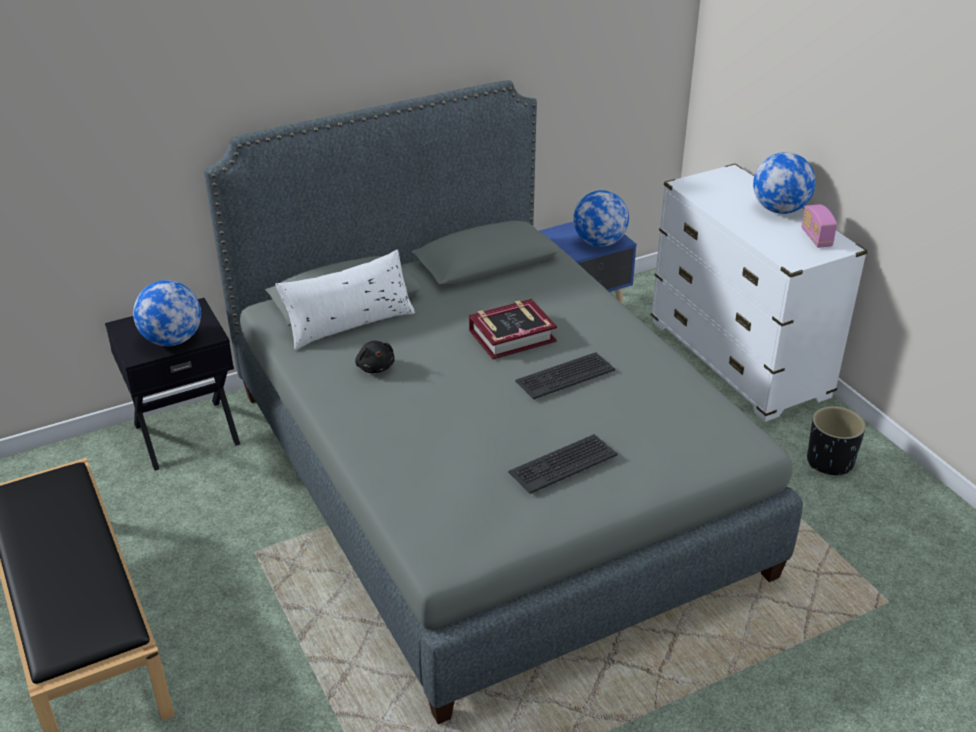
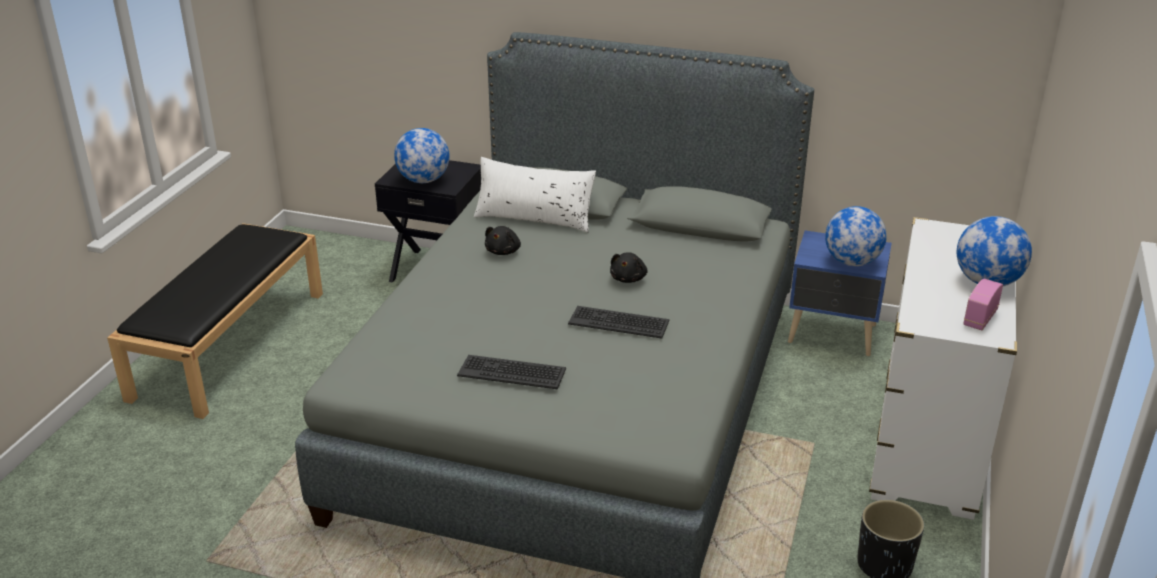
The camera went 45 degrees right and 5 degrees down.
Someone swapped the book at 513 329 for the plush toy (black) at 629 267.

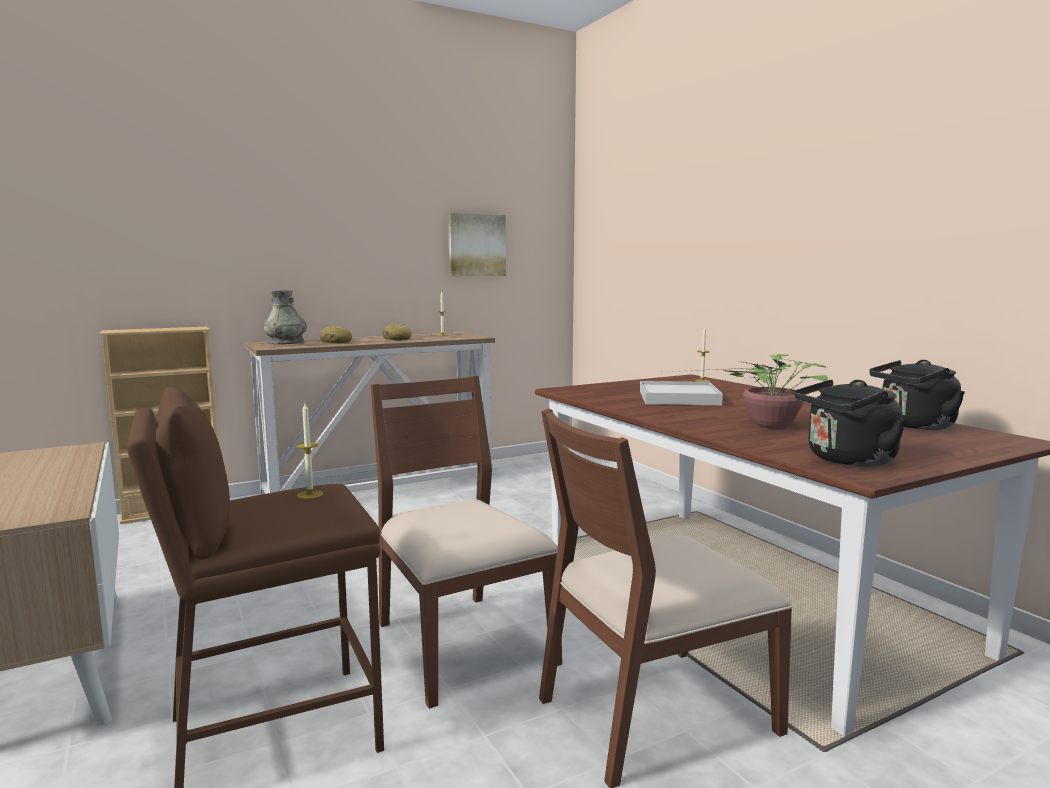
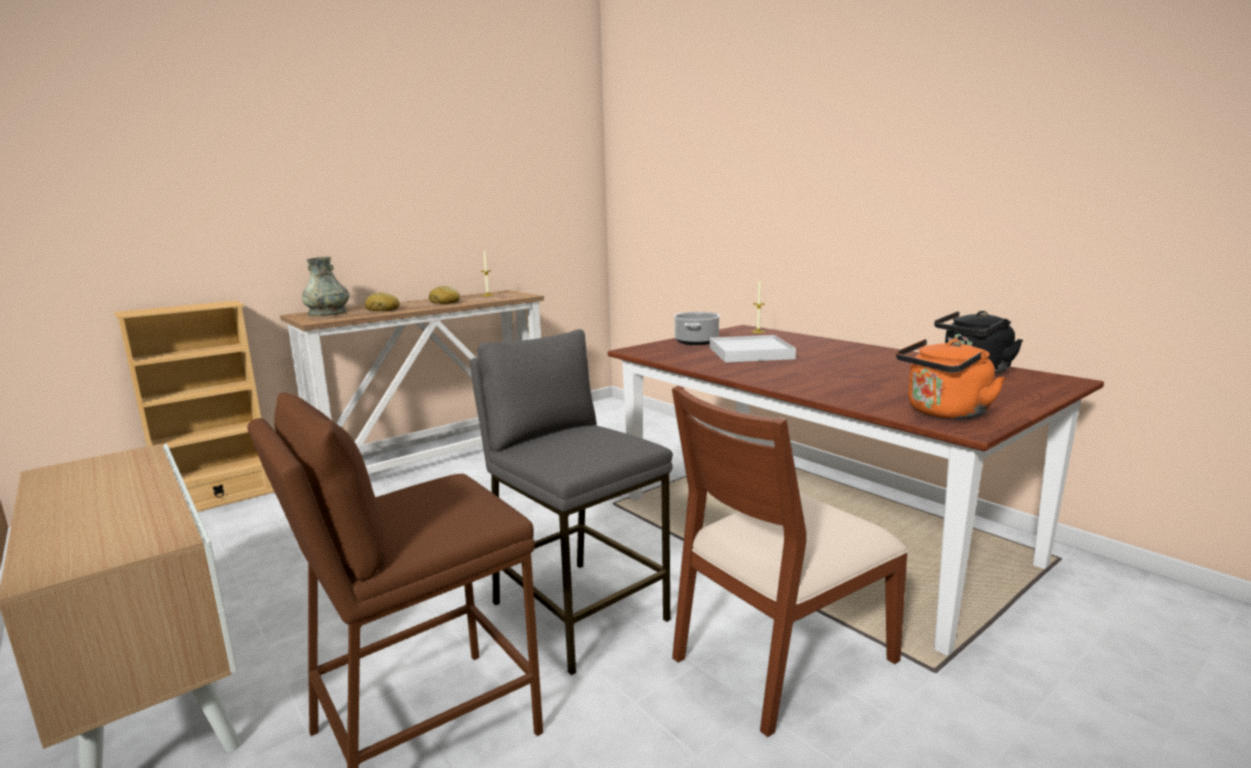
The camera went 10 degrees left and 5 degrees up.
Someone took away the candle at 309 451.
Someone took away the picture at 477 244.
Someone took away the potted plant at 749 391.
Someone put down the cooking pot at 697 328.
Someone swapped the chair (brown) at 466 542 for the stool (grey) at 571 502.
Someone repainted the kettle (black) at 850 423, which became the kettle (orange) at 950 379.

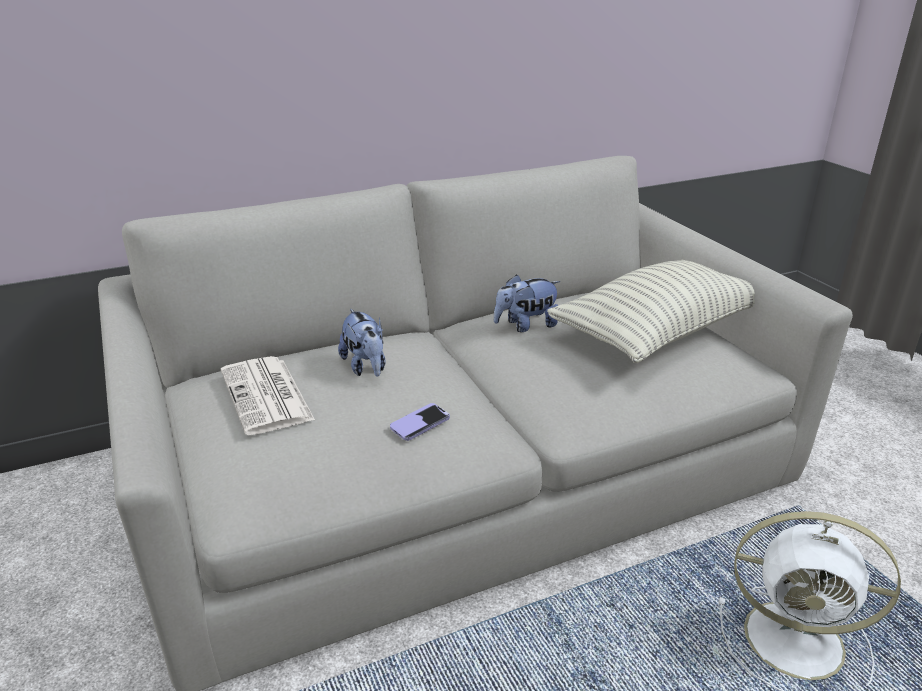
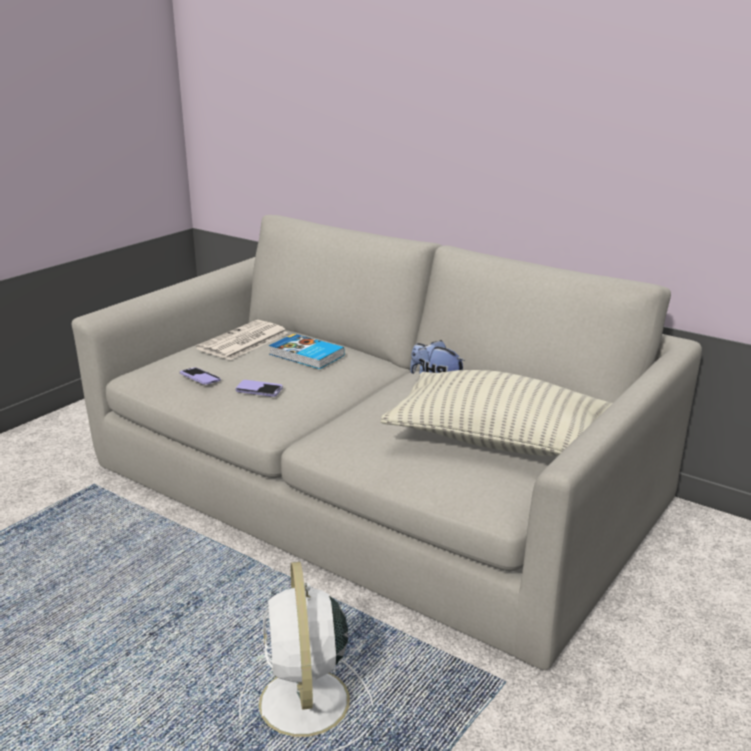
The camera went 60 degrees right and 5 degrees down.
Someone put down the phone at 200 376.
Someone swapped the plush toy at 361 343 for the book at 307 351.

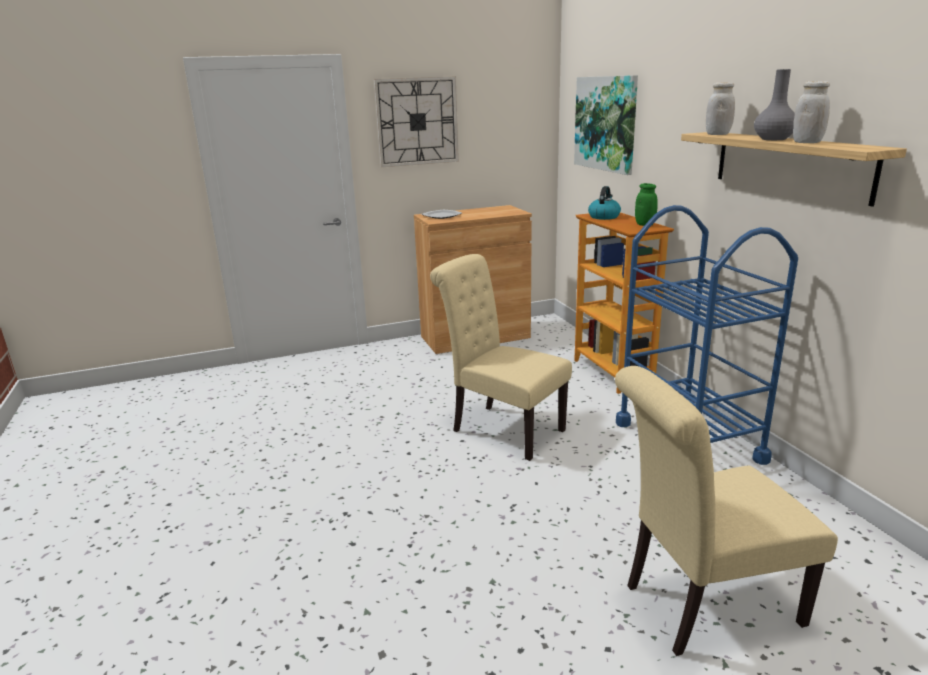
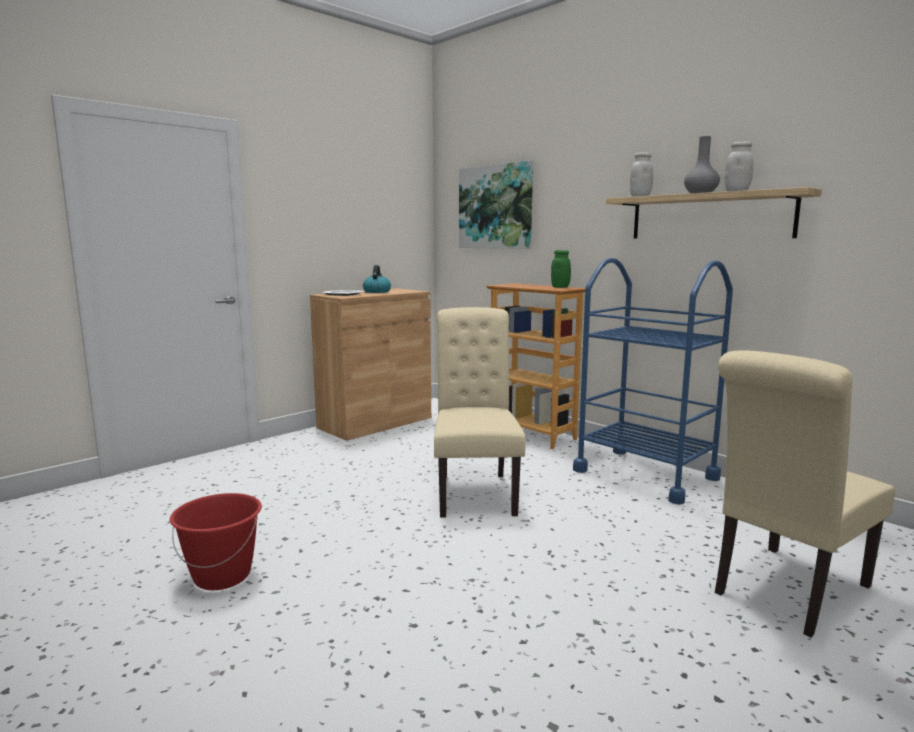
The camera went 25 degrees left and 10 degrees down.
Someone took away the wall clock at 416 122.
Someone put down the bucket (red) at 216 541.
Someone carried the kettle from 604 203 to 377 279.
Someone rotated the chair (beige) at 501 357 by 75 degrees clockwise.

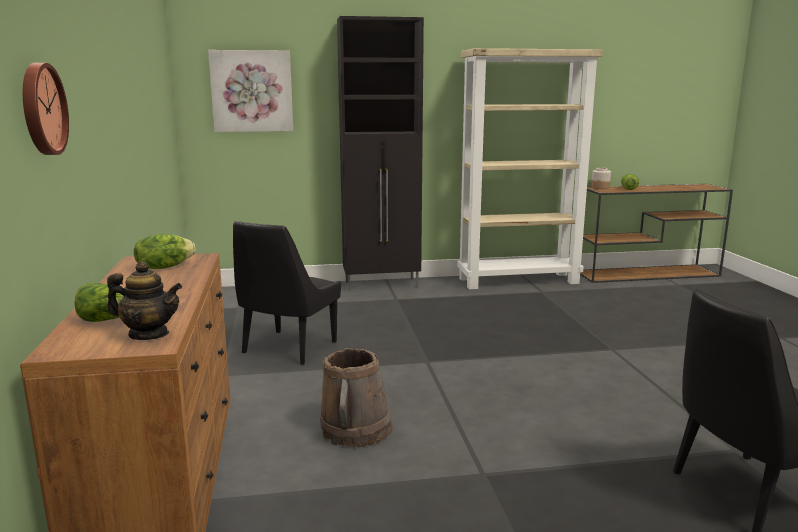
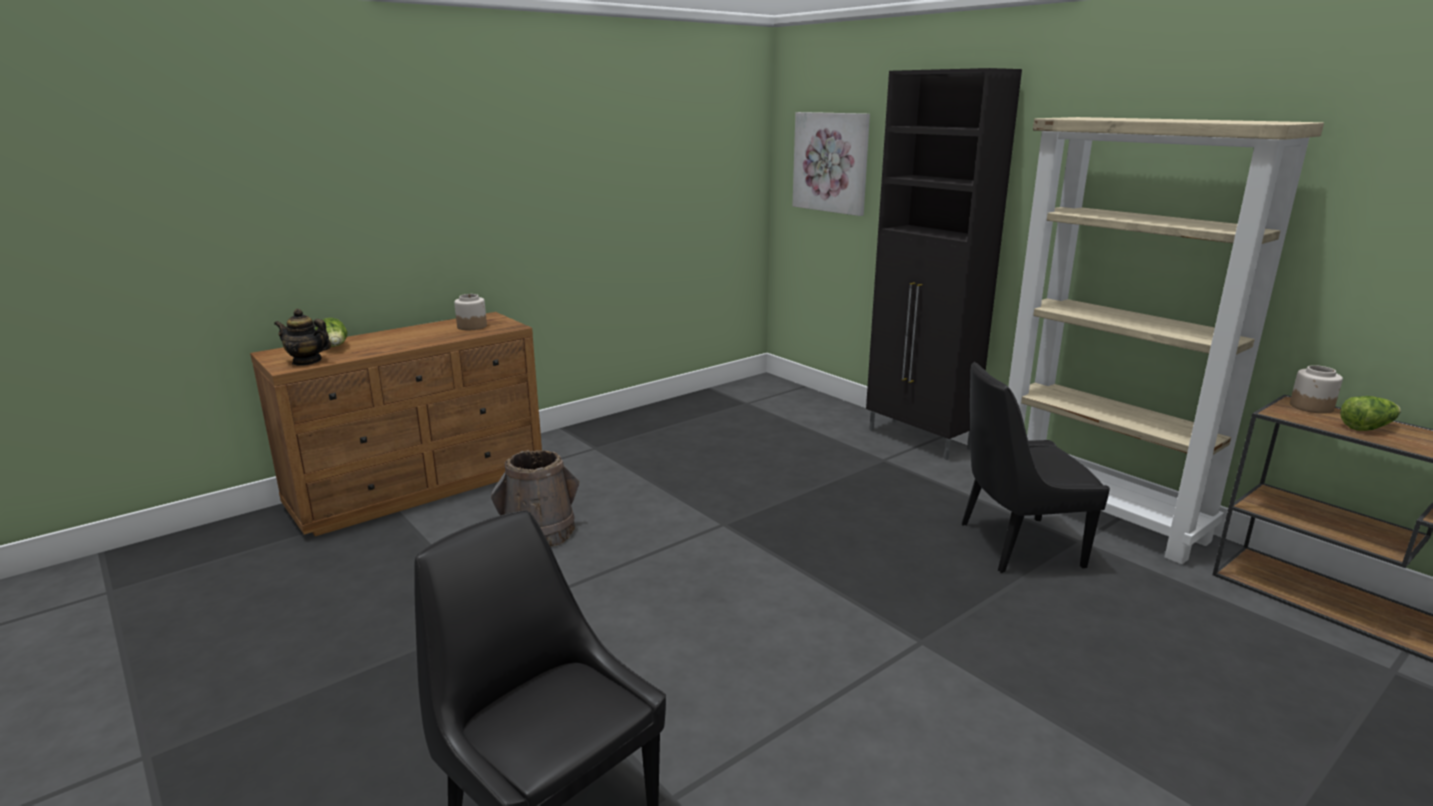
The camera went 60 degrees right and 5 degrees up.
Someone took away the wall clock at 46 109.
Someone carried the chair (black) from 287 293 to 1036 467.
Someone swapped the lettuce at 165 251 for the jar at 470 312.
Someone rotated the teapot at 144 300 by 120 degrees clockwise.

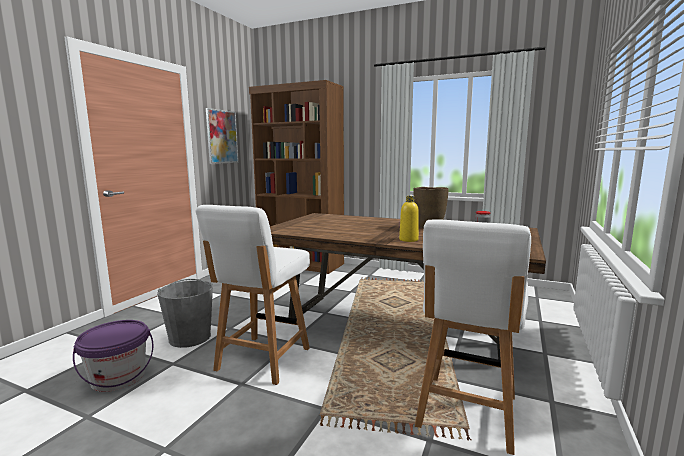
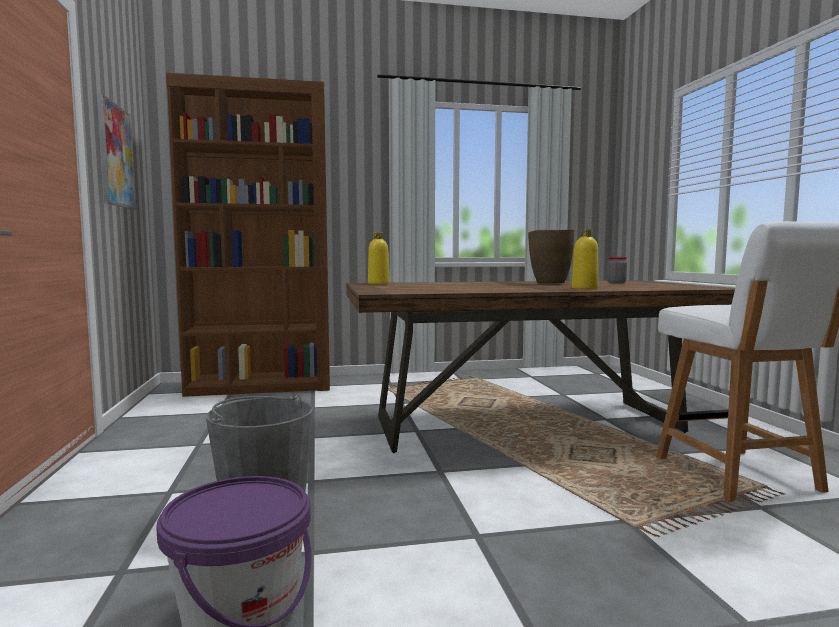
The camera went 35 degrees left and 5 degrees down.
Someone took away the chair (white) at 252 295.
Someone put down the bottle (yellow) at 379 258.

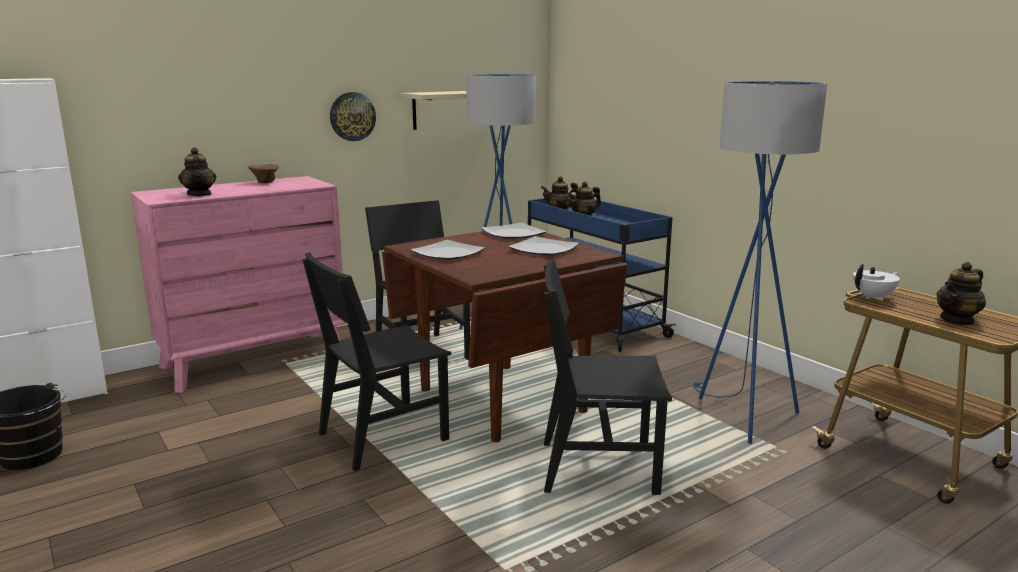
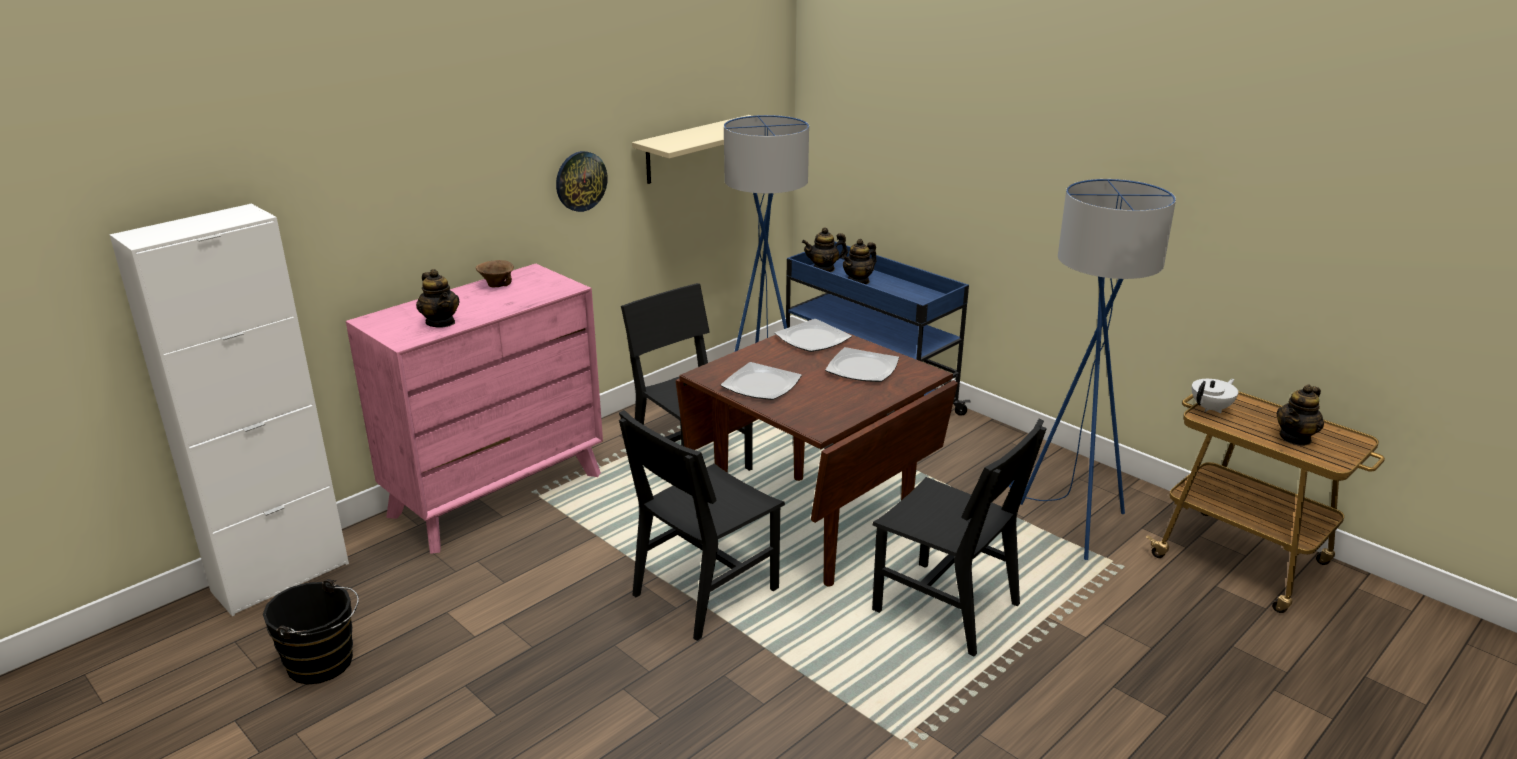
The camera went 10 degrees left and 10 degrees up.
Someone rotated the chair (black) at 608 377 by 135 degrees counterclockwise.

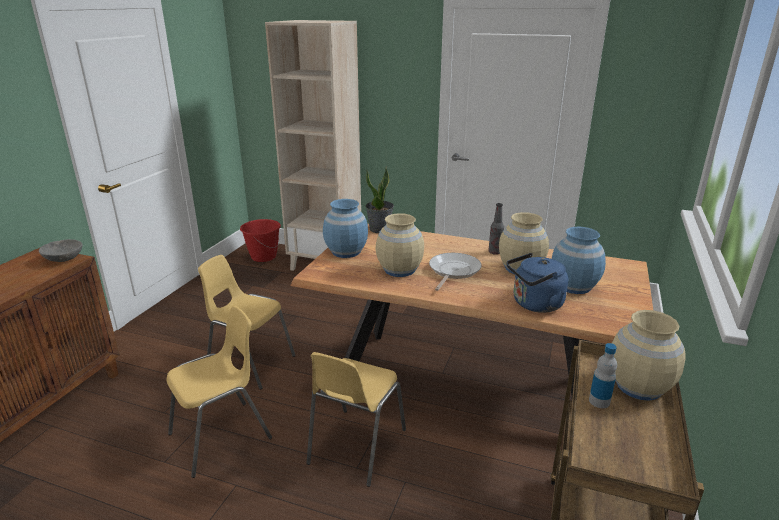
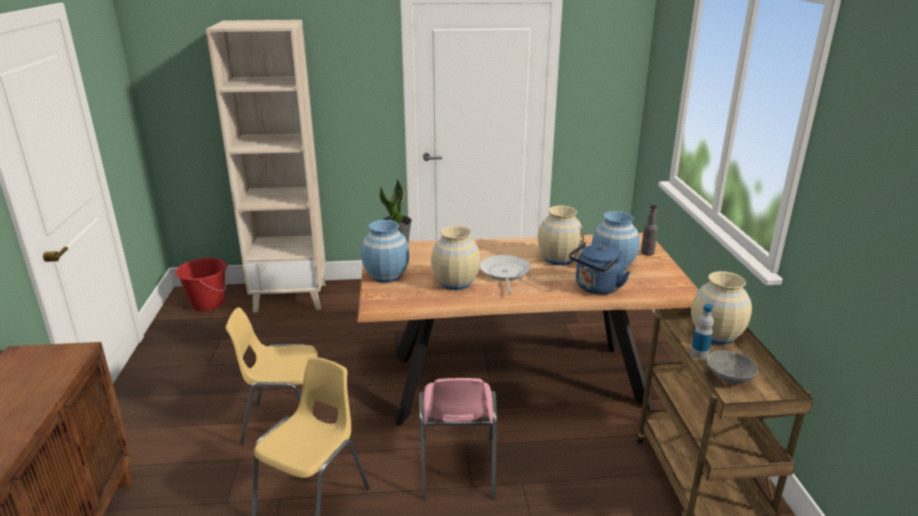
The camera went 25 degrees left and 0 degrees up.
Someone carried the bowl (grey) from 61 250 to 732 367.
Someone carried the bottle from 496 229 to 649 230.
Someone repainted the chair (yellow) at 356 419, which became the chair (pink) at 458 439.

